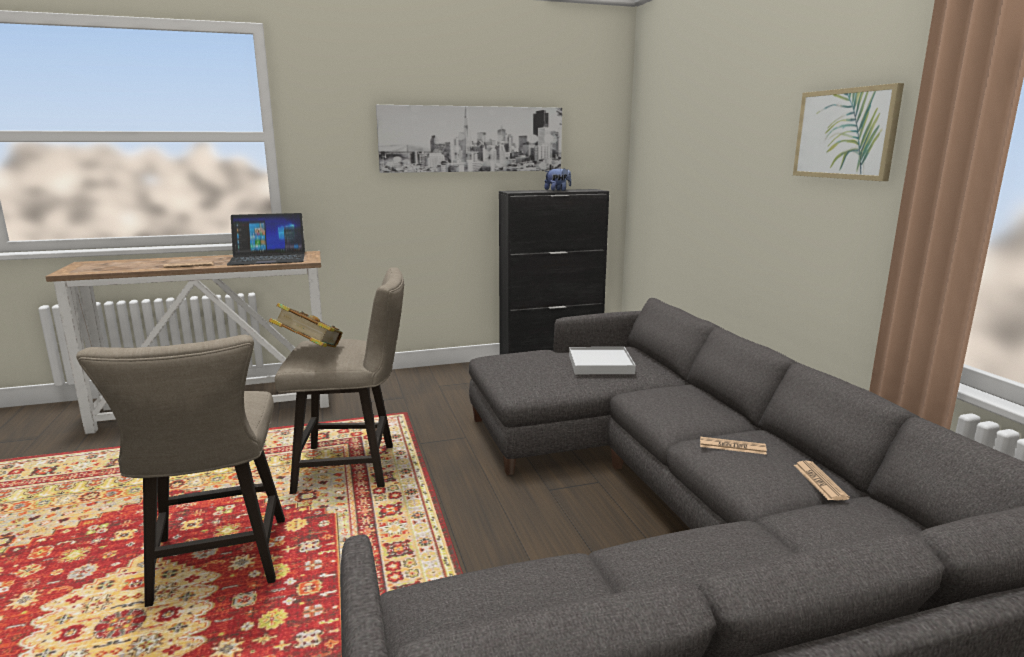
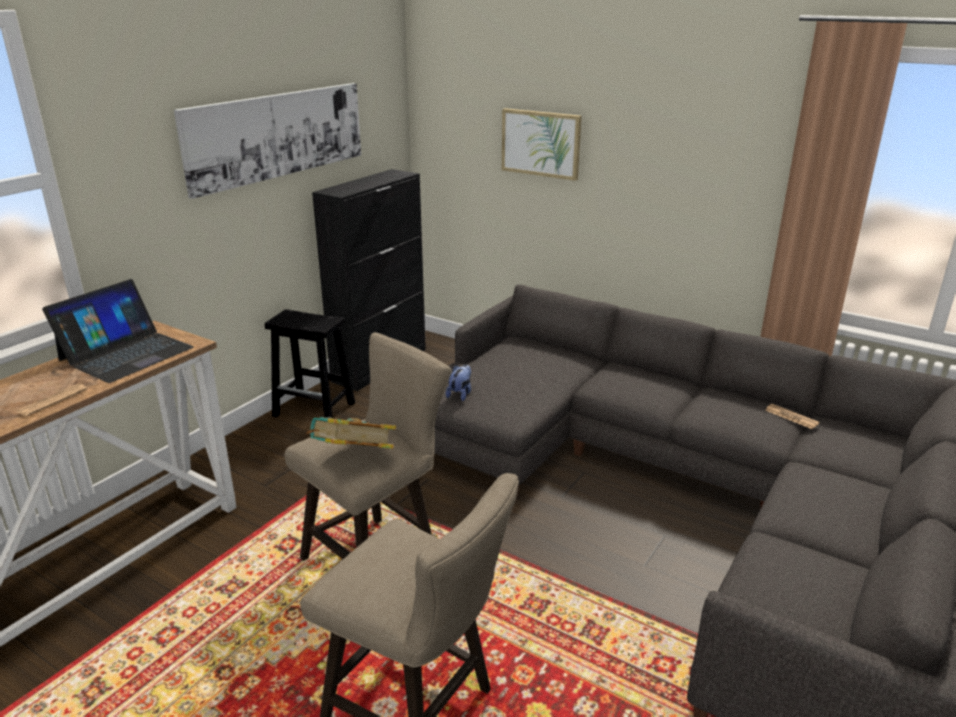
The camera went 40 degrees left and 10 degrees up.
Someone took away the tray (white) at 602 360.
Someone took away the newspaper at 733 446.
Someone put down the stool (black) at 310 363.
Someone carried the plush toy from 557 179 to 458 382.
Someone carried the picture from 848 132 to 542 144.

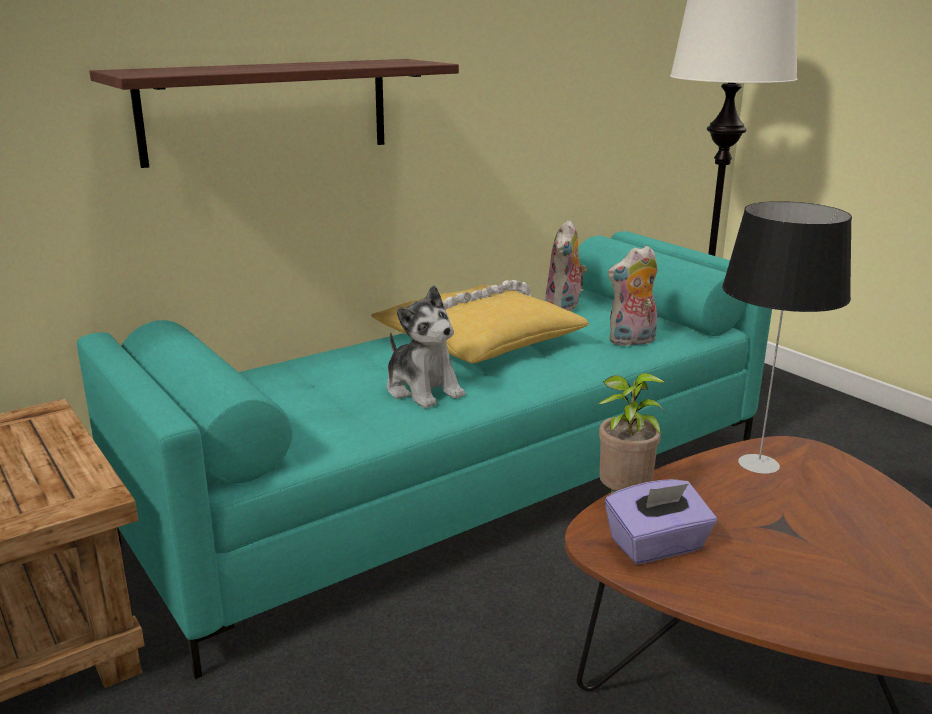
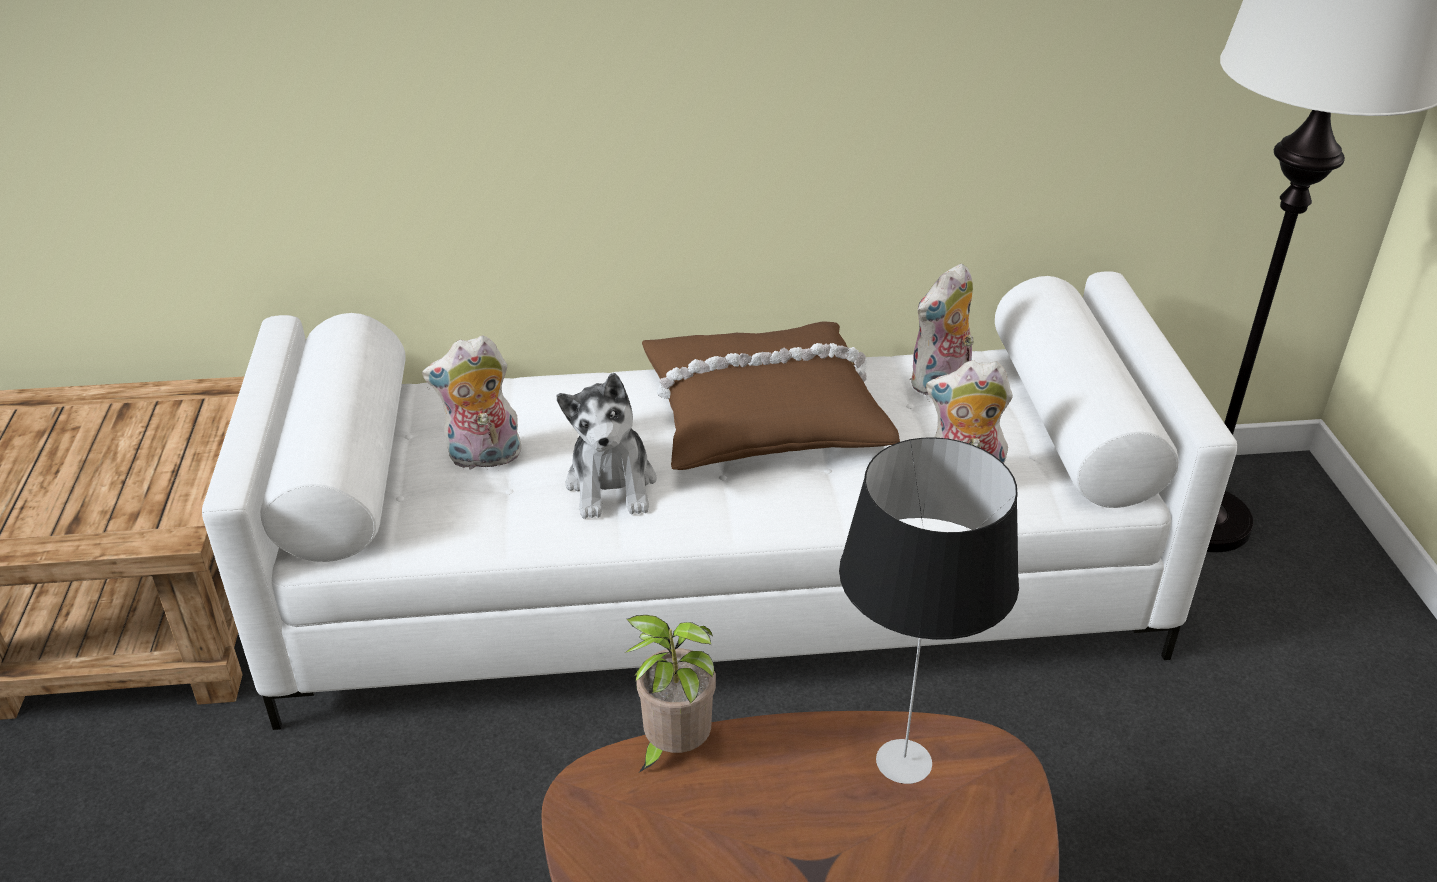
The camera went 30 degrees right and 15 degrees up.
Someone took away the shelf at 274 113.
Someone took away the tissue box (purple) at 661 521.
Someone put down the plush toy at 472 402.
Someone repainted the sofa (turquoise) at 424 455, which became the sofa (white) at 719 500.
Someone repainted the pillow (yellow) at 480 322, which became the pillow (brown) at 771 395.

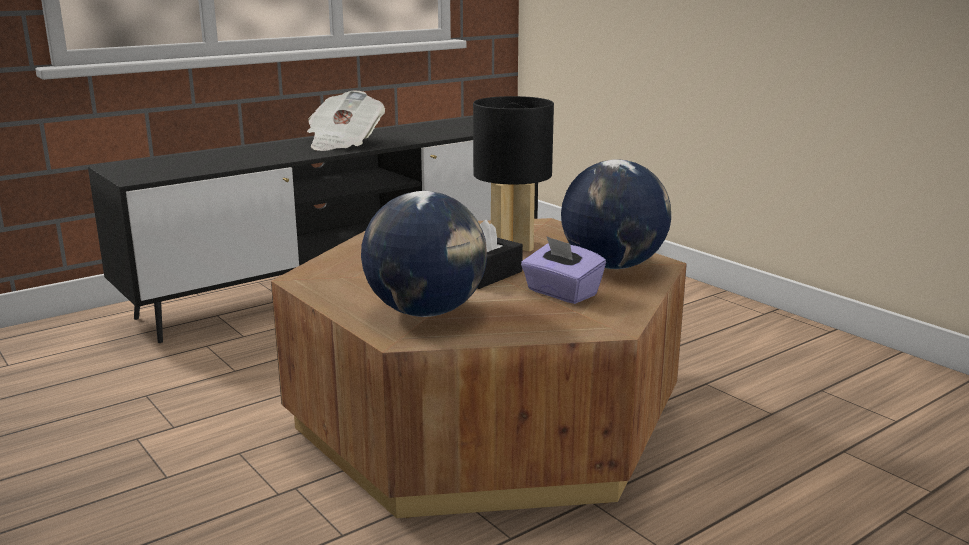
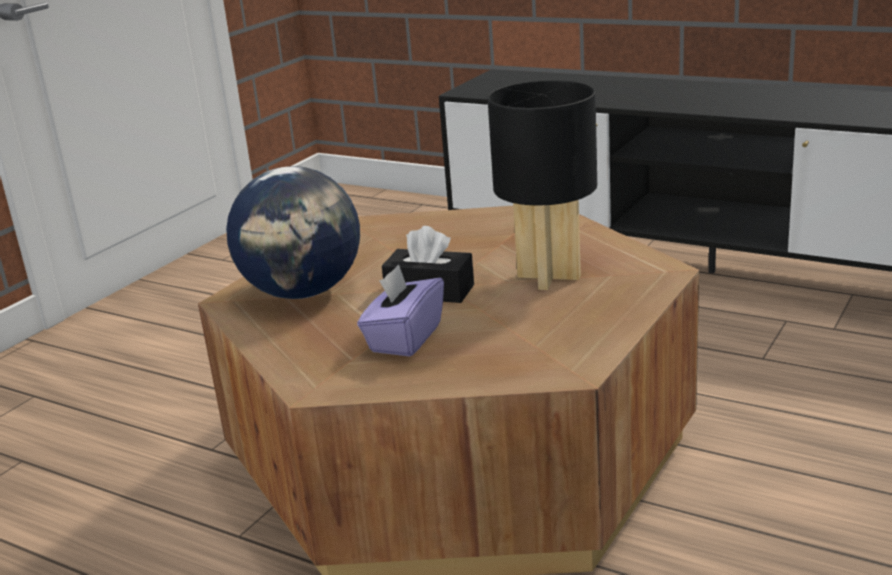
The camera went 70 degrees right and 5 degrees up.
Someone took away the newspaper at 346 120.
Someone took away the globe at 616 214.

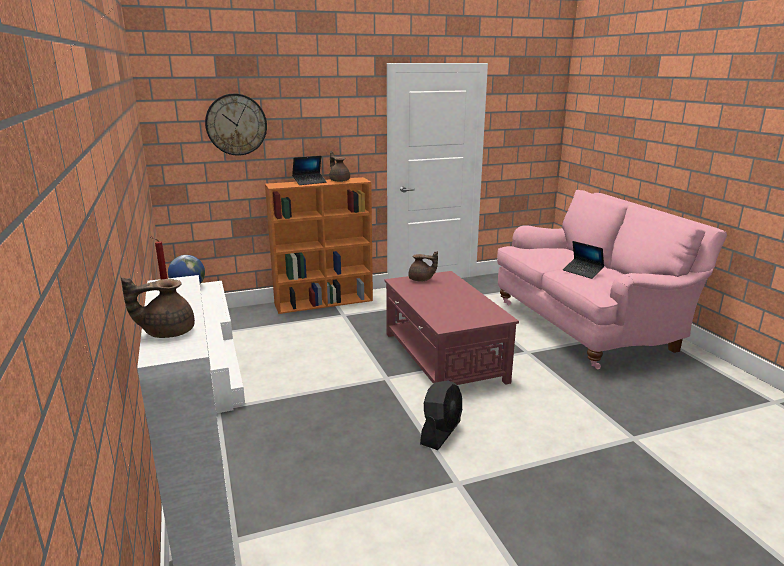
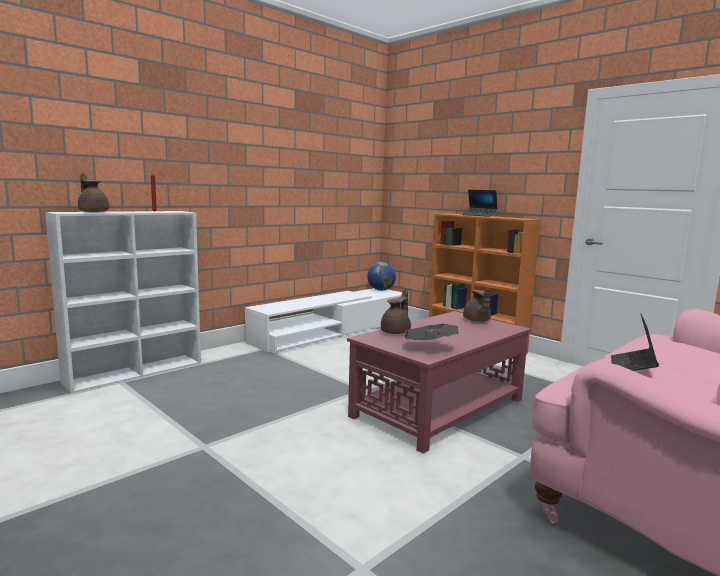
The camera went 65 degrees right and 10 degrees down.
Someone took away the wall clock at 236 124.
Someone took away the fan (black) at 441 415.
Someone put down the newspaper at 431 332.
Someone carried the teapot (brown) from 339 166 to 396 311.

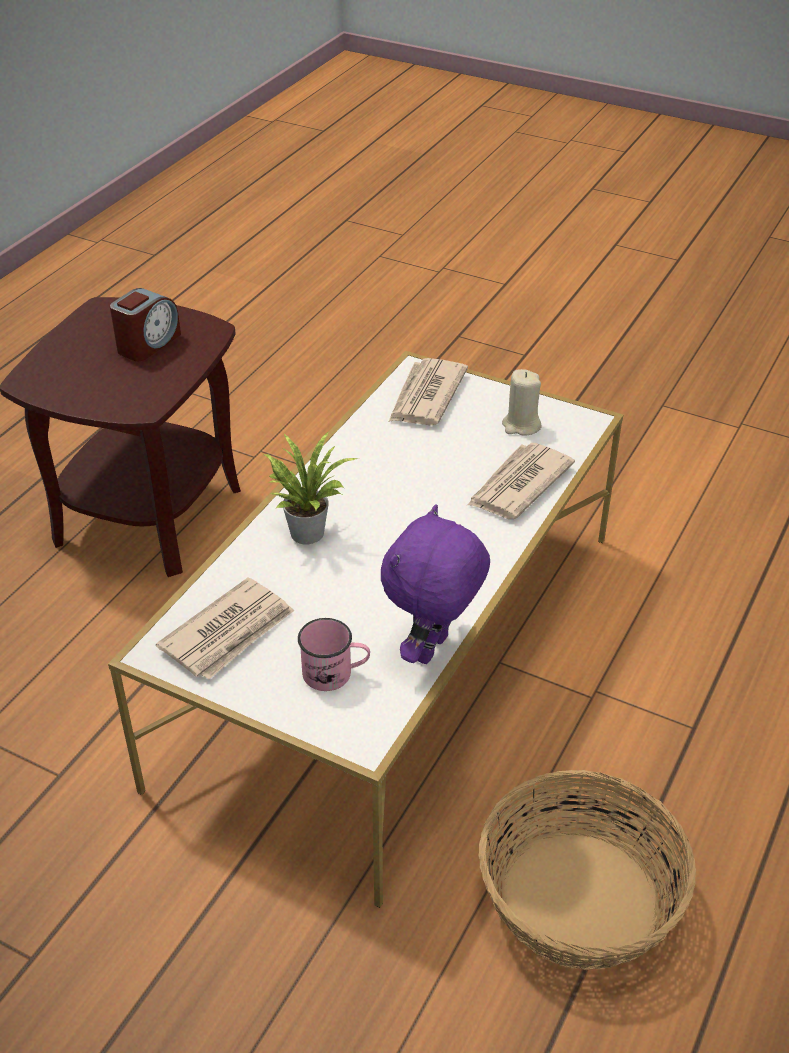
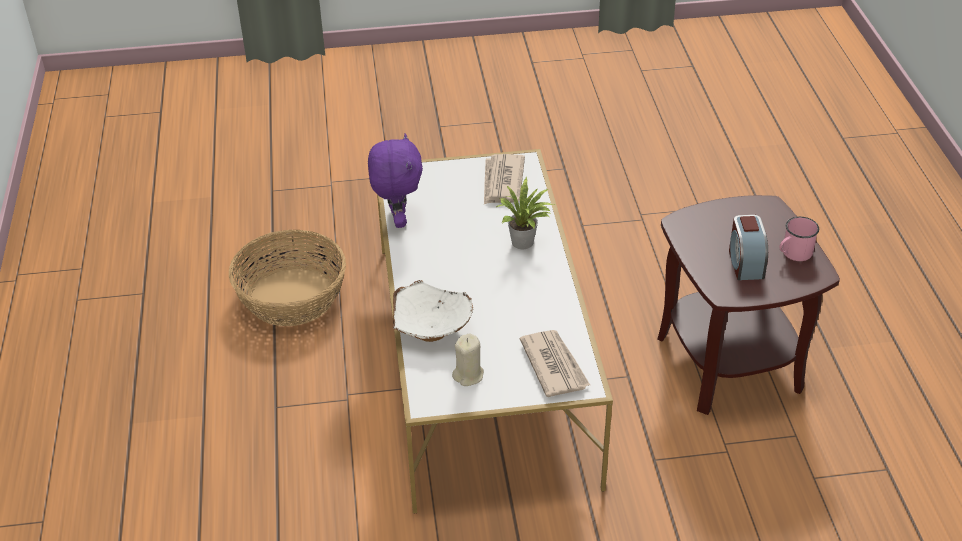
The camera went 145 degrees right and 0 degrees up.
Someone carried the mug (pink) from 334 654 to 799 239.
Someone swapped the newspaper at 521 481 for the bowl (white) at 432 311.

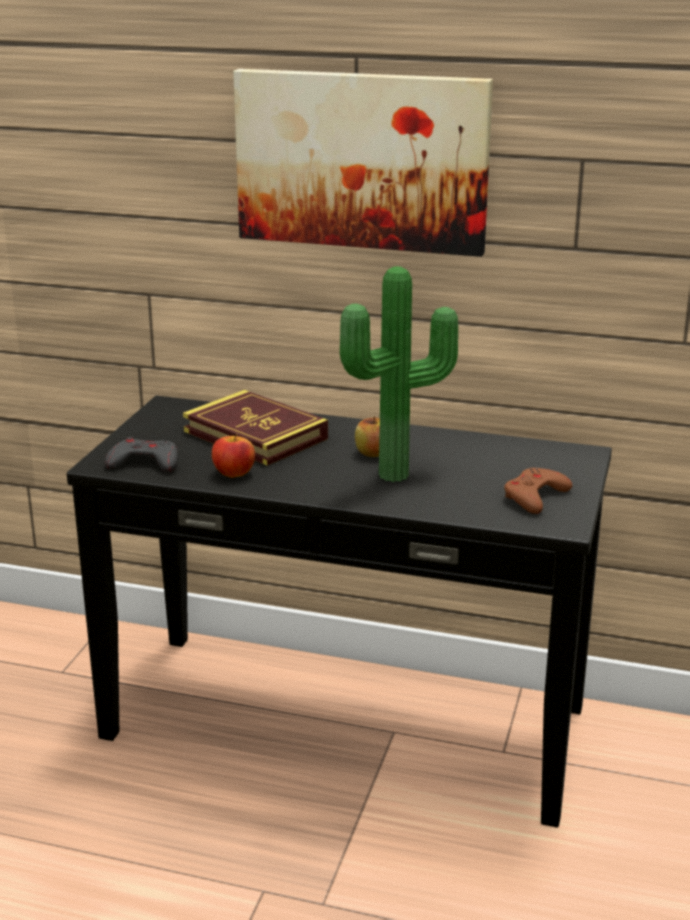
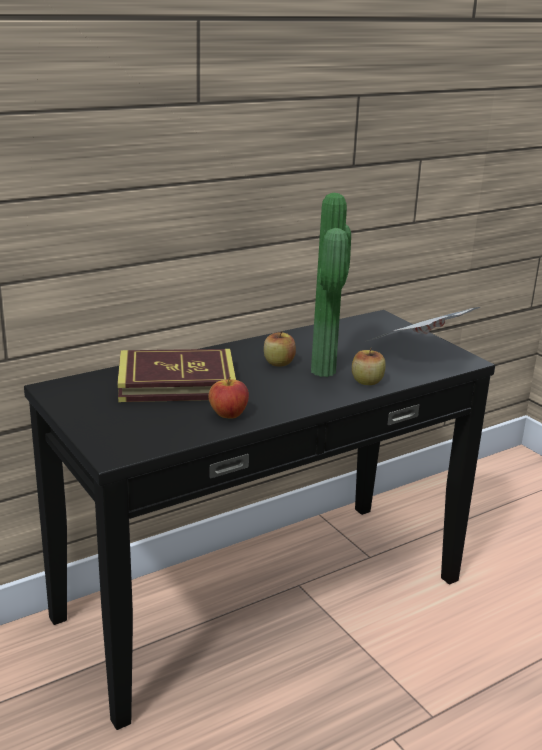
The camera went 50 degrees left and 0 degrees up.
Someone took away the game controller (grey) at 141 454.
Someone took away the picture at 363 163.
Someone put down the apple at 369 366.
Someone swapped the game controller (brown) at 538 491 for the newspaper at 424 324.

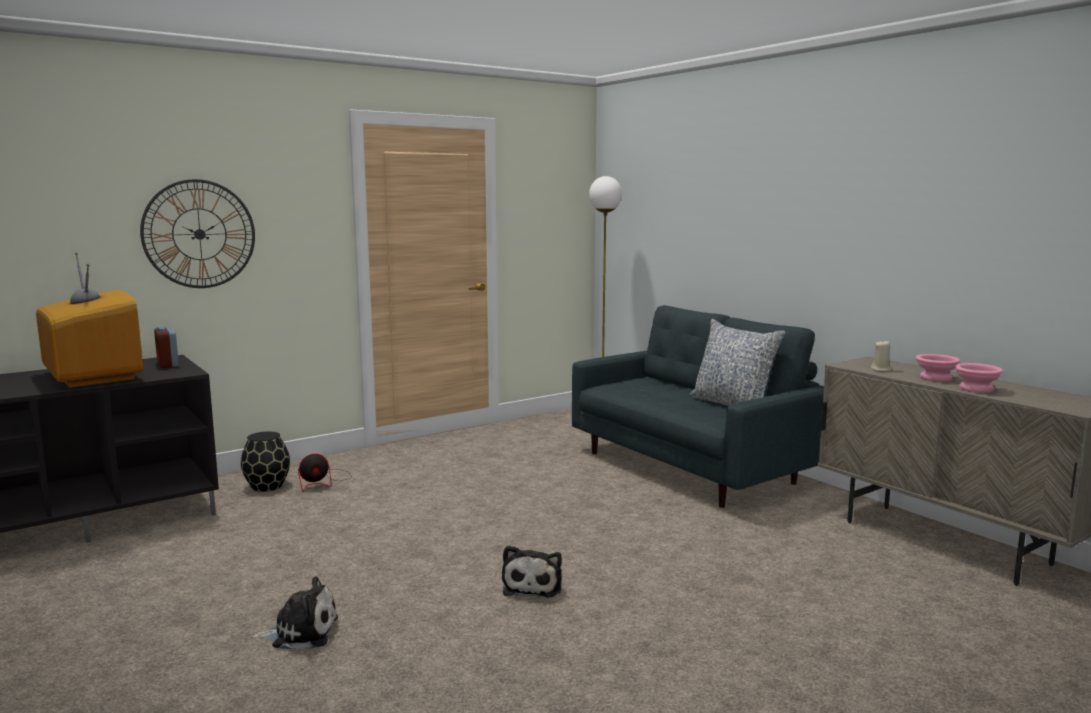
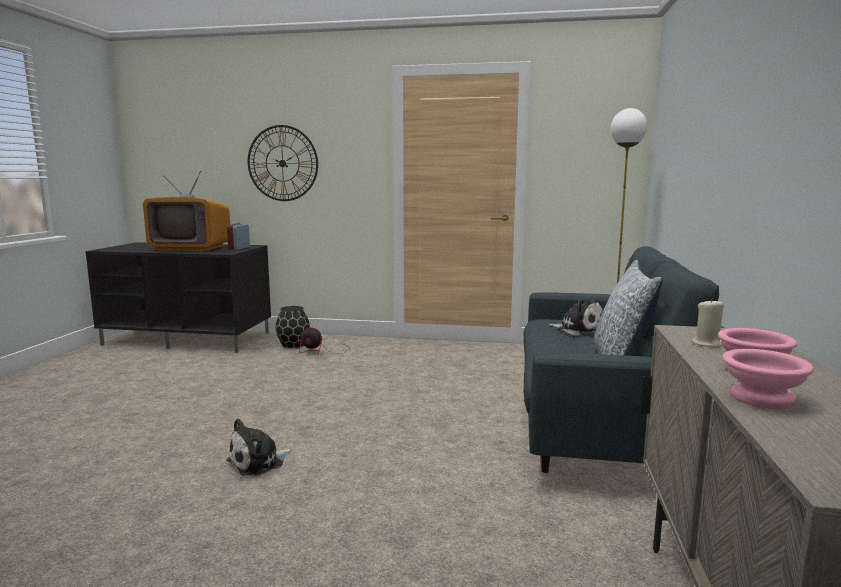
The camera went 45 degrees right and 0 degrees up.
Someone carried the plush toy from 294 613 to 575 317.
Someone rotated the television at 89 320 by 90 degrees clockwise.

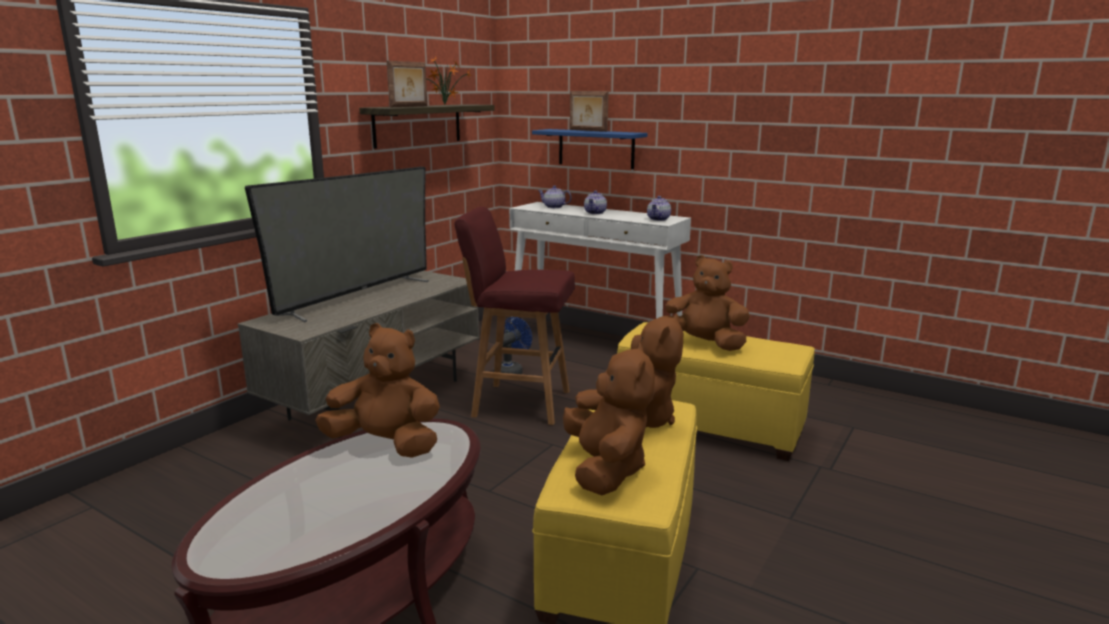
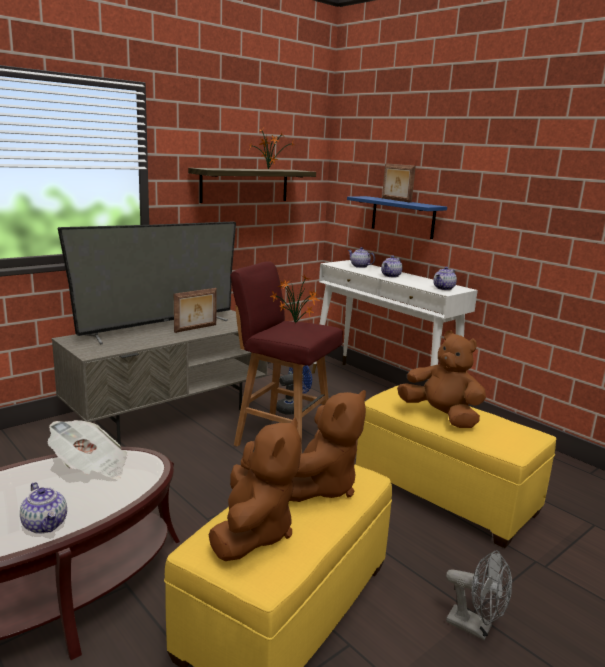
The camera went 15 degrees right and 0 degrees up.
Someone put down the teapot at 43 508.
Someone put down the potted plant at 295 299.
Someone put down the fan (grey) at 479 595.
Someone carried the picture frame from 407 84 to 195 310.
Someone swapped the plush toy (brown) at 377 390 for the newspaper at 87 449.

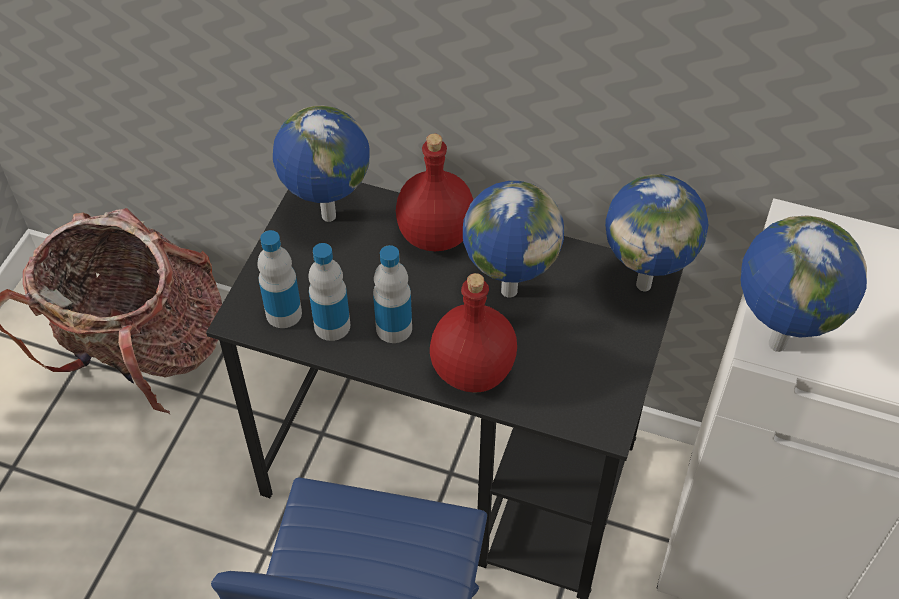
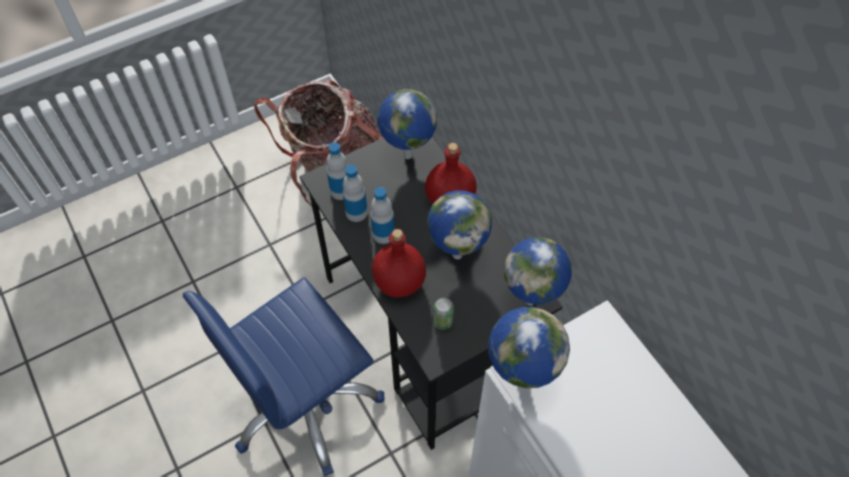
The camera went 40 degrees right and 5 degrees up.
Someone put down the can at 443 313.

